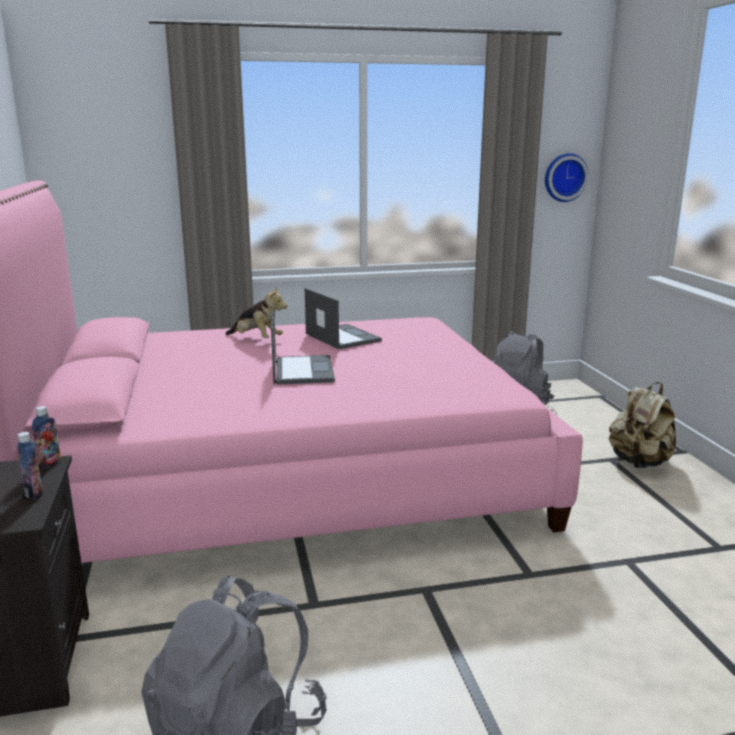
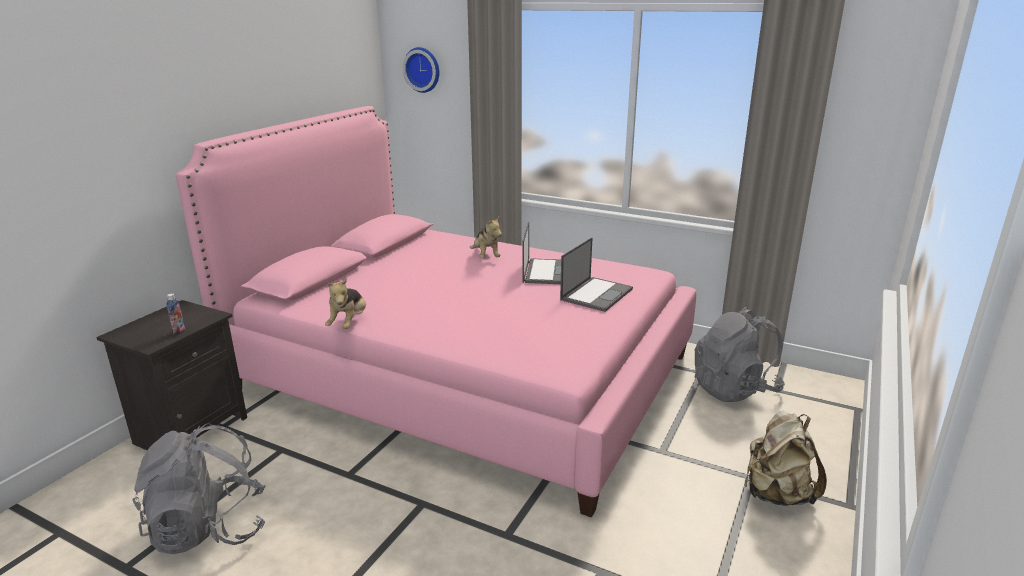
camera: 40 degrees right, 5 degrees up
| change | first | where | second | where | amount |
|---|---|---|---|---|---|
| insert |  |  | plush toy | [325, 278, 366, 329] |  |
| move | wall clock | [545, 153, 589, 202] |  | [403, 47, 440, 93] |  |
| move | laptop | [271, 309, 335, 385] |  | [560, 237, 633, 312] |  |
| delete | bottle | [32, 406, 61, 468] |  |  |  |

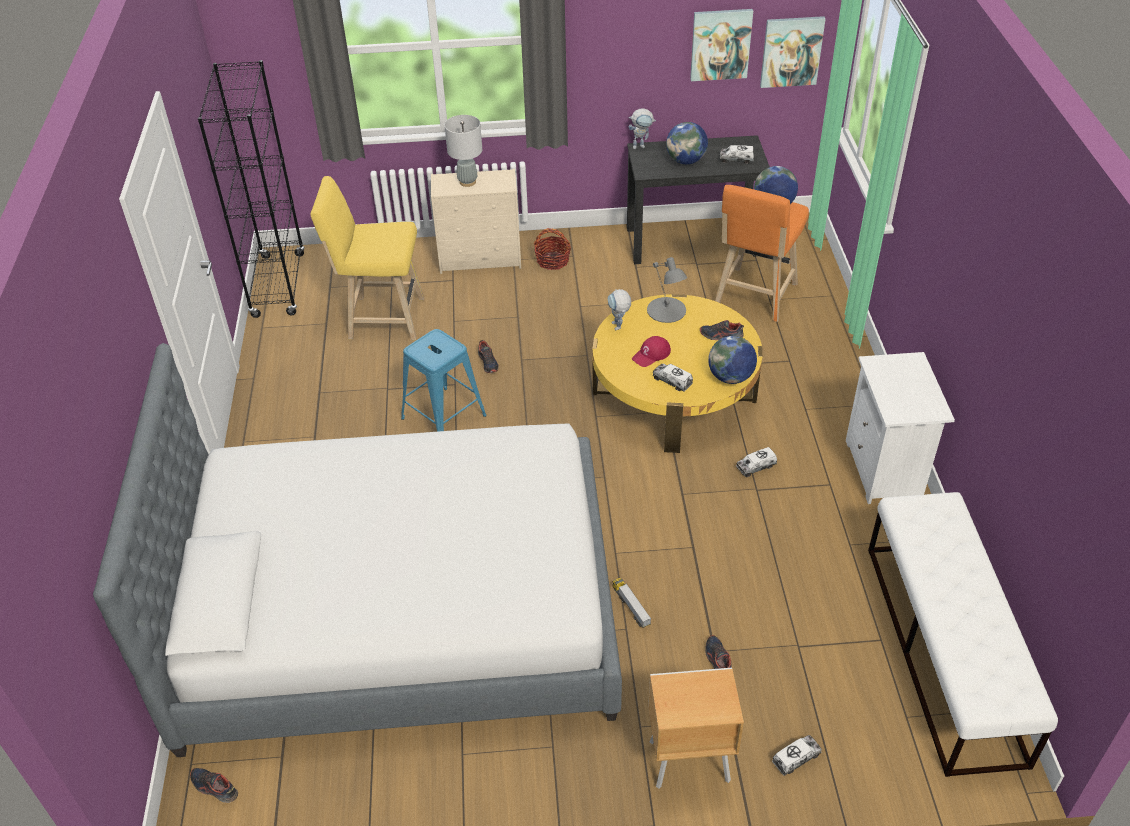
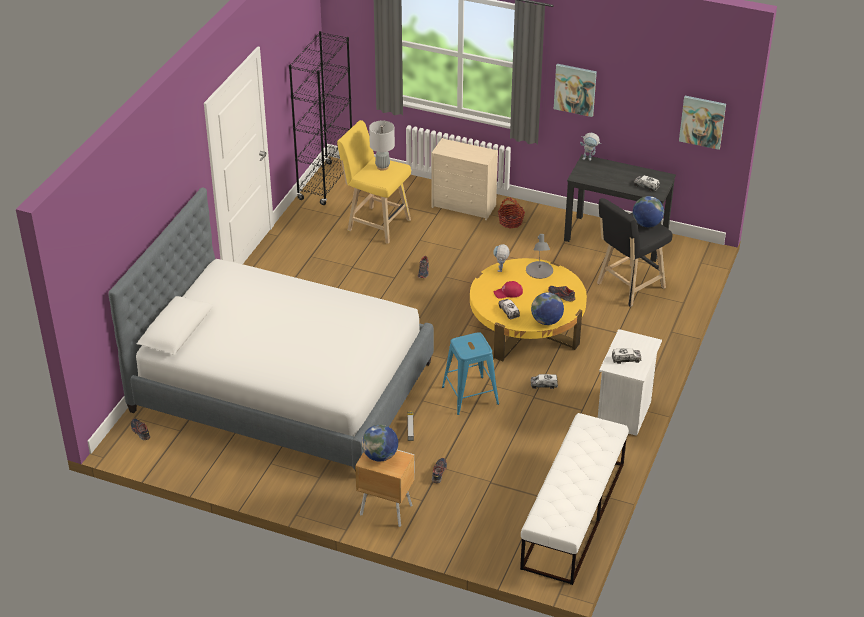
camera: 25 degrees right, 5 degrees down
| change | first | where | second | where | amount |
|---|---|---|---|---|---|
| move | globe | [666, 122, 708, 164] |  | [362, 425, 398, 461] |  |
| move | grey table lamp | [445, 115, 482, 187] |  | [369, 120, 395, 171] |  |
| move | blue stool | [401, 329, 487, 432] |  | [442, 332, 499, 415] |  |
| move | picture | [690, 9, 753, 81] |  | [554, 64, 597, 117] |  |
| recolor | orange stool | [715, 185, 809, 322] | black stool | [597, 198, 672, 307] |  |
| move | toy truck | [772, 735, 822, 776] |  | [612, 348, 641, 364] |  |

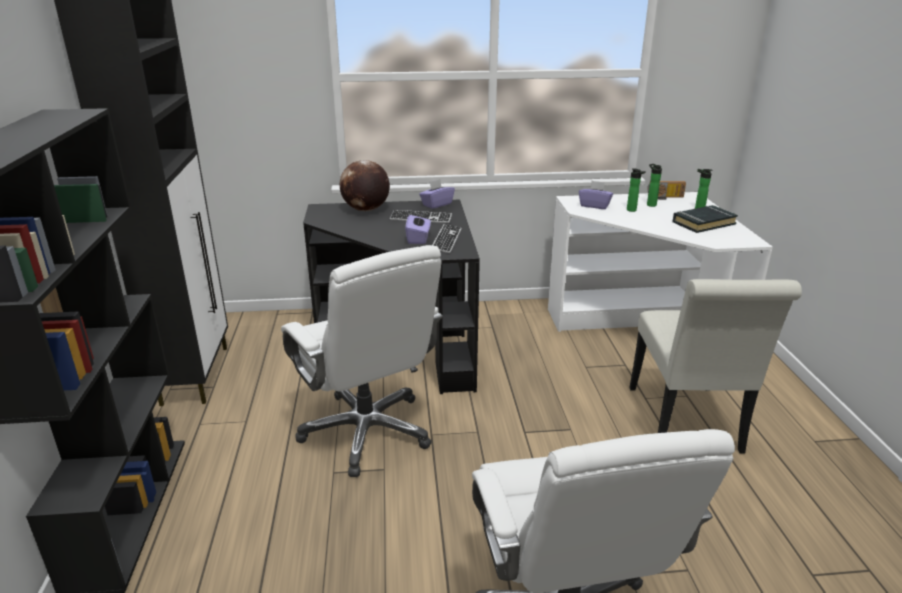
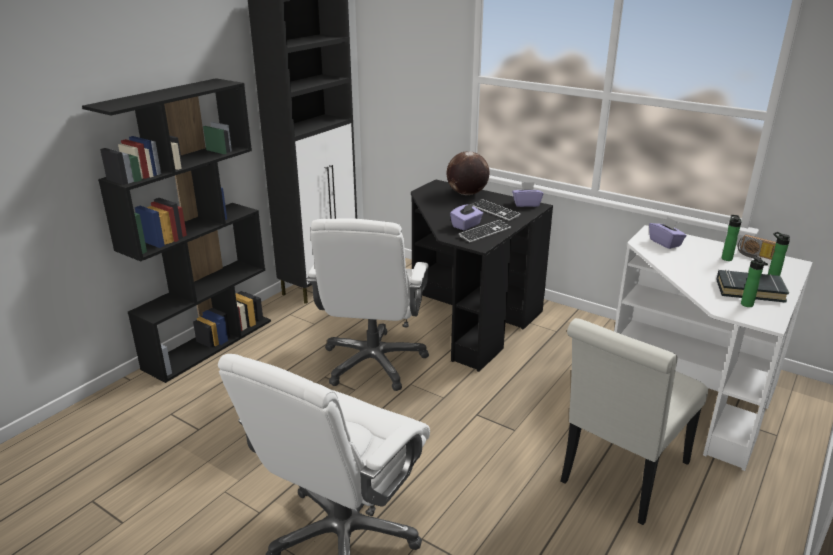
camera: 40 degrees right, 0 degrees up
| change | first | where | second | where | amount |
|---|---|---|---|---|---|
| move | bottle | [627, 169, 646, 212] |  | [741, 256, 768, 307] |  |

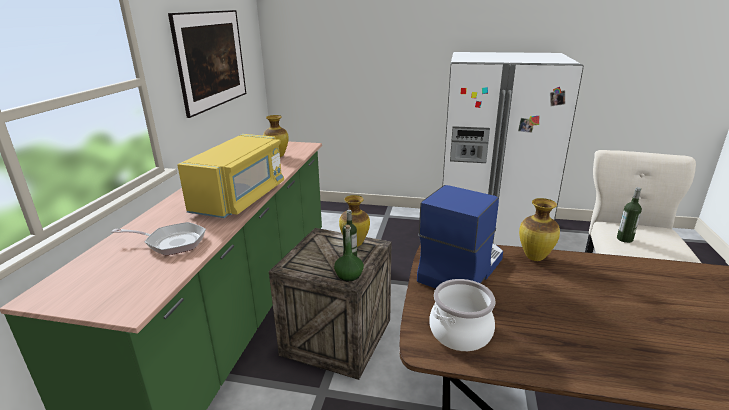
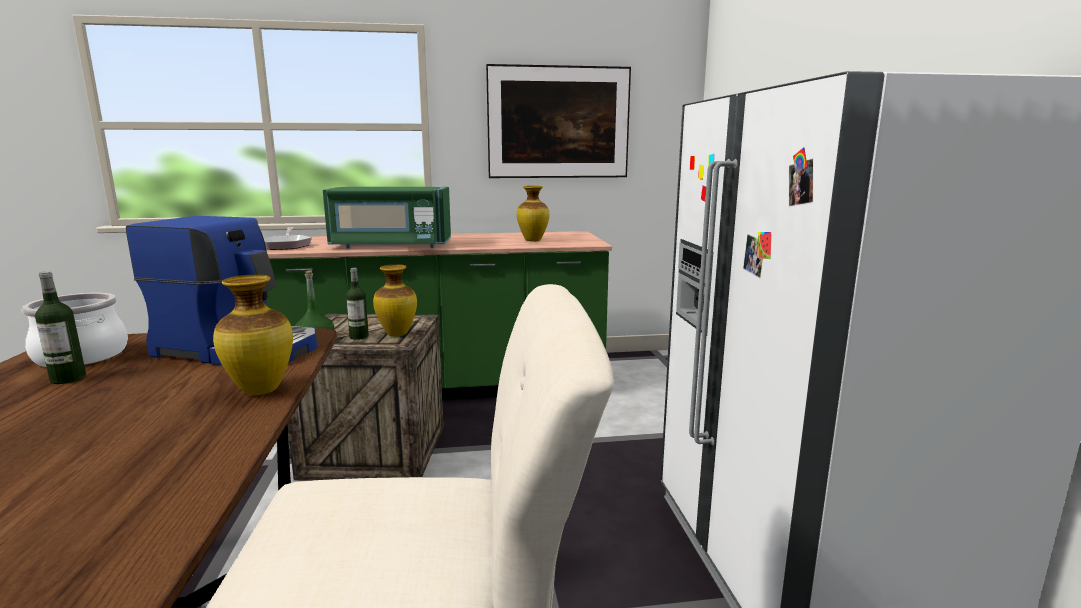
camera: 70 degrees right, 10 degrees down
| change | first | where | second | where | amount |
|---|---|---|---|---|---|
| move | bottle | [617, 187, 642, 243] |  | [35, 271, 86, 384] |  |
| recolor | yellow microwave | [177, 134, 284, 218] | green microwave | [323, 187, 451, 248] |  |

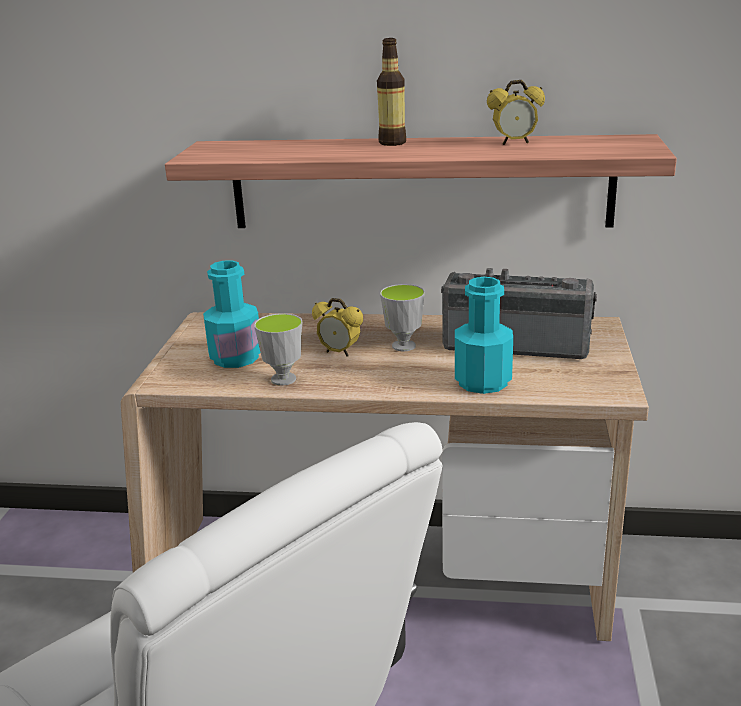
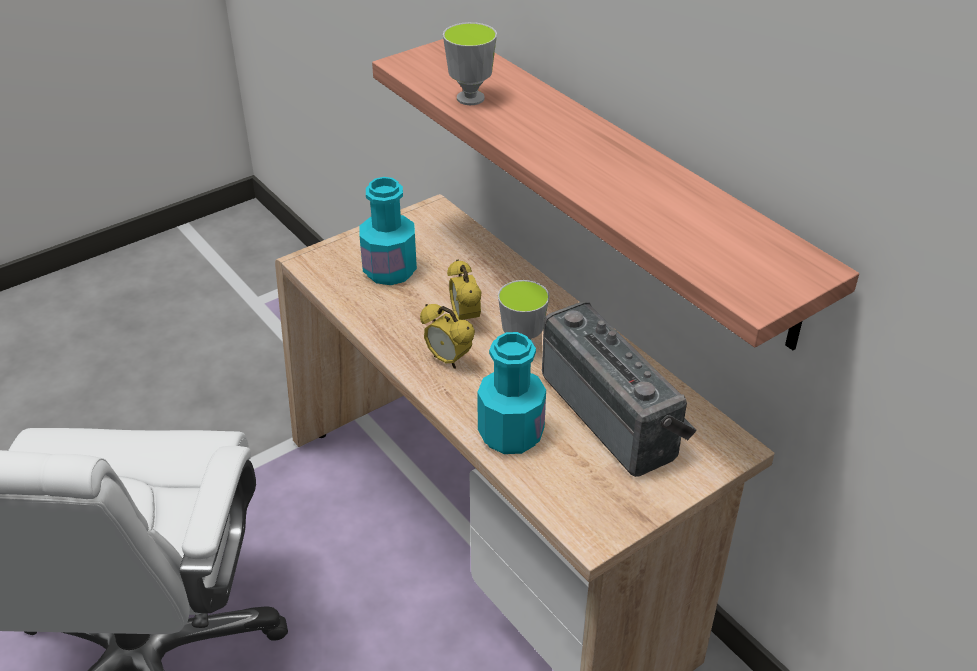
camera: 45 degrees right, 15 degrees up
| change | first | where | second | where | amount |
|---|---|---|---|---|---|
| move | alarm clock | [487, 80, 545, 145] |  | [420, 304, 475, 369] |  |
| move | cup | [254, 313, 303, 386] |  | [443, 22, 497, 105] |  |
| delete | bottle | [377, 38, 406, 146] |  |  |  |

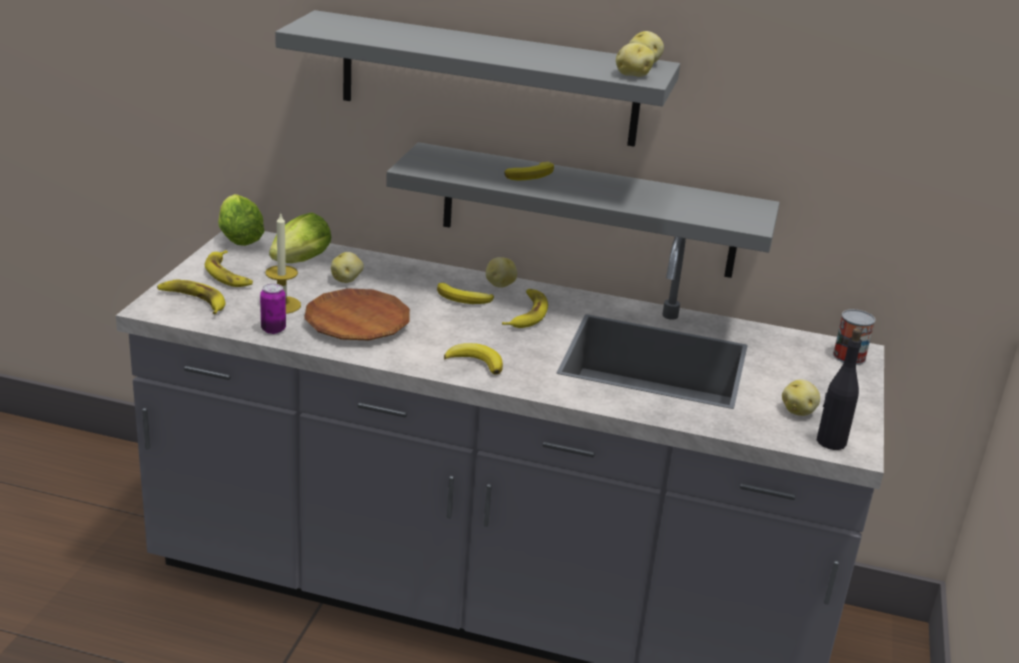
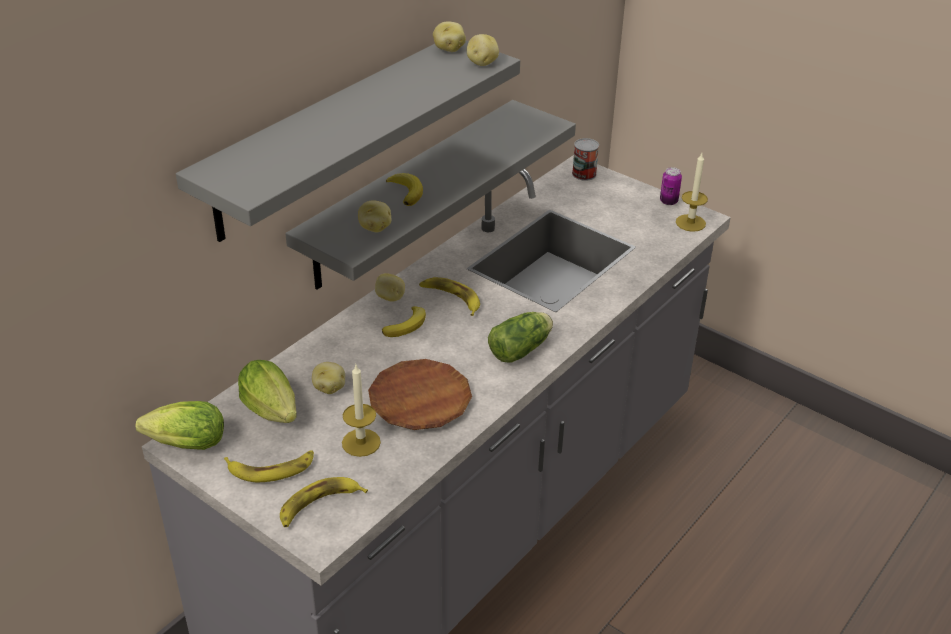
camera: 65 degrees left, 10 degrees up
| change | first | where | second | where | amount |
|---|---|---|---|---|---|
| move | potato | [782, 379, 820, 416] |  | [358, 201, 391, 232] |  |
| replace | banana | [444, 343, 503, 375] | lettuce | [488, 312, 553, 363] |  |
| move | can | [260, 283, 286, 334] |  | [660, 167, 682, 205] |  |
| replace | black bottle | [817, 328, 862, 450] | candle | [676, 153, 708, 232] |  |

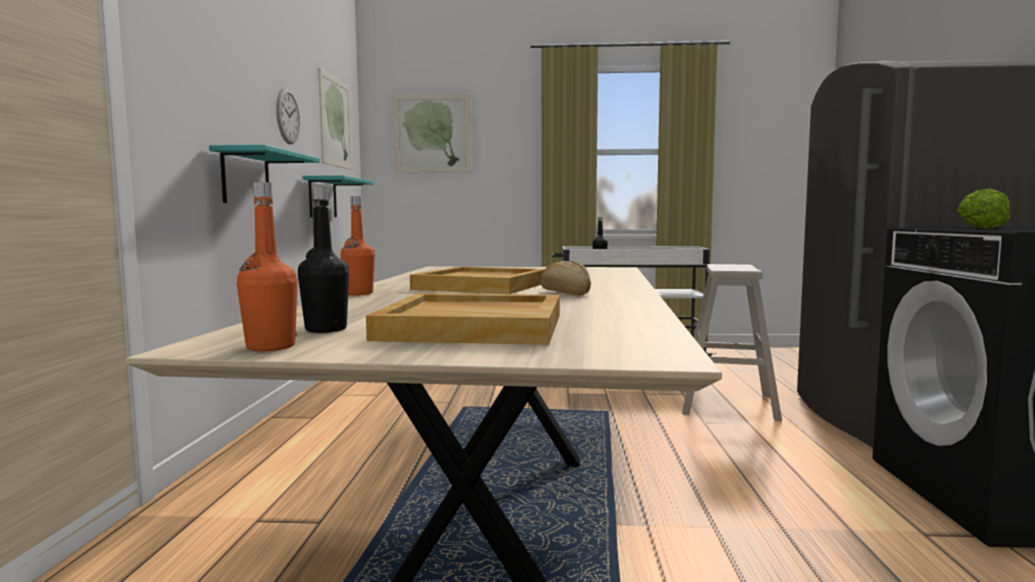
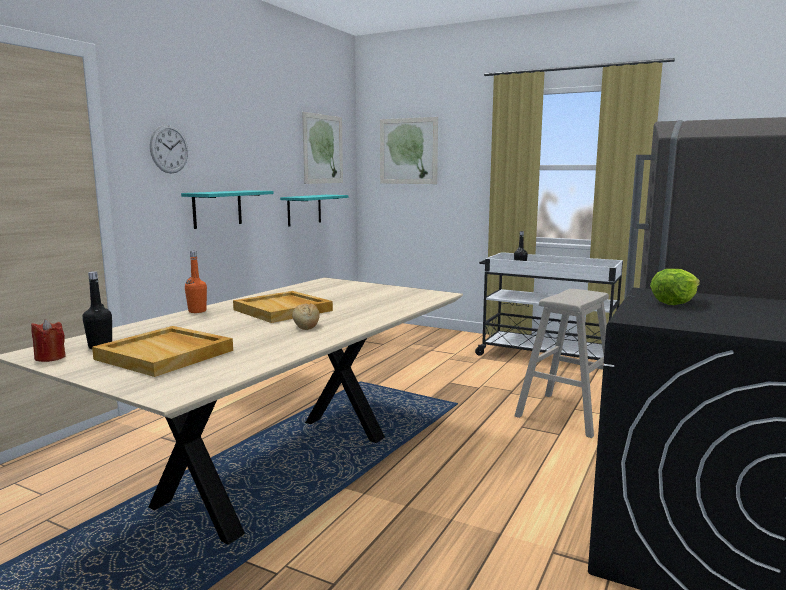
camera: 25 degrees right, 5 degrees up
| change | first | where | second | where | amount |
|---|---|---|---|---|---|
| replace | orange bottle | [237, 182, 298, 351] | red candle | [31, 319, 66, 362] |  |
| move | wall clock | [276, 88, 300, 144] |  | [150, 125, 188, 174] |  |

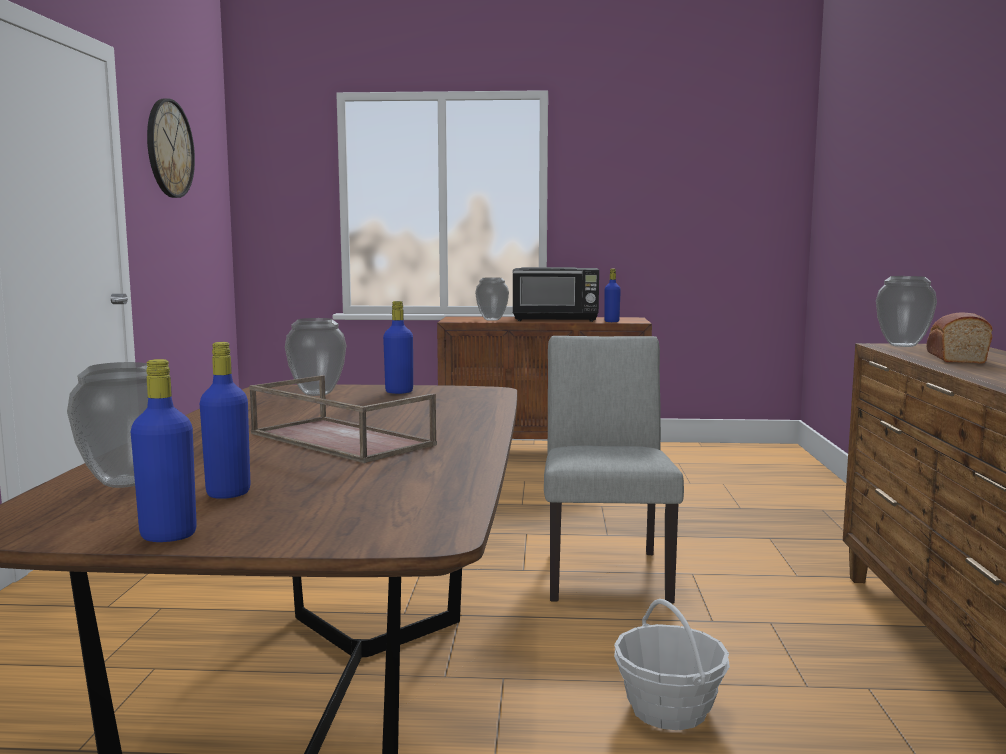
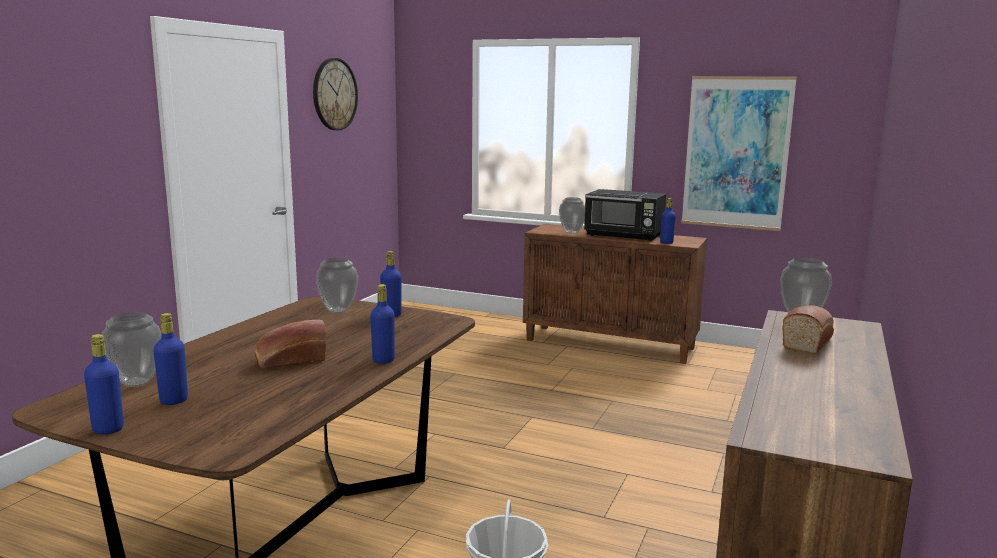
camera: 20 degrees right, 5 degrees up
| change | first | where | second | where | amount |
|---|---|---|---|---|---|
| replace | brown tray | [249, 375, 437, 463] | bread | [255, 320, 326, 368] |  |
| insert |  |  | blue bottle | [371, 284, 395, 364] |  |
| insert |  |  | picture | [681, 76, 797, 231] |  |
| delete | grey chair | [544, 336, 684, 603] |  |  |  |

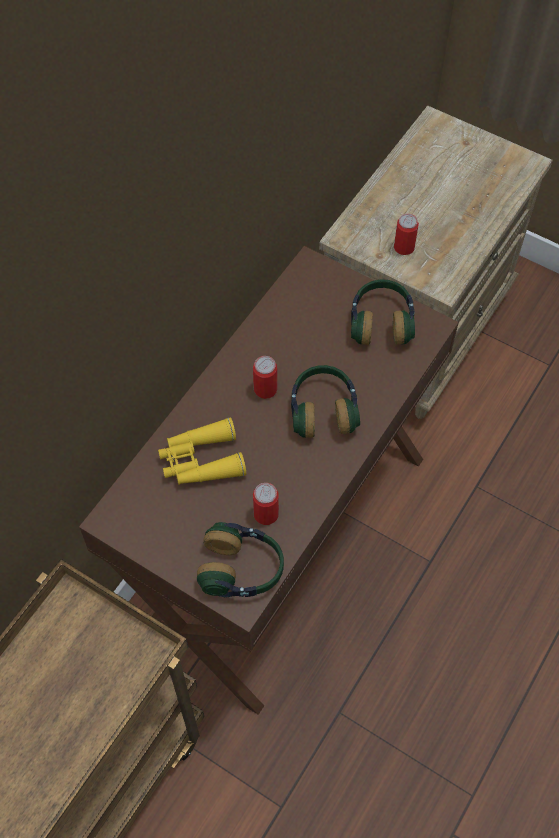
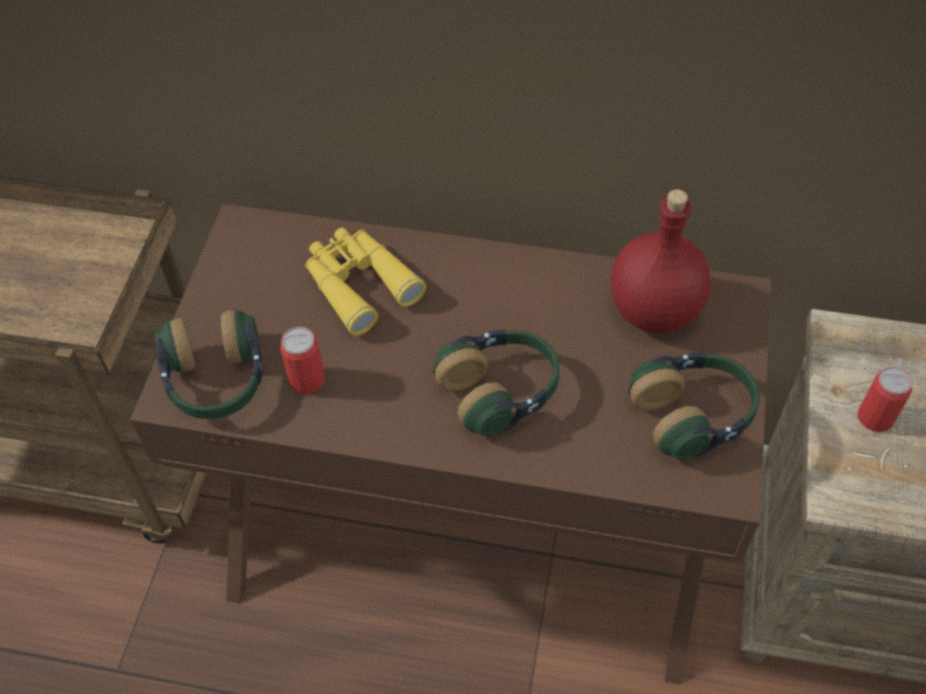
camera: 70 degrees right, 5 degrees down
| change | first | where | second | where | amount |
|---|---|---|---|---|---|
| insert |  |  | red bottle | [611, 189, 711, 333] |  |
| delete | can | [253, 356, 277, 399] |  |  |  |

